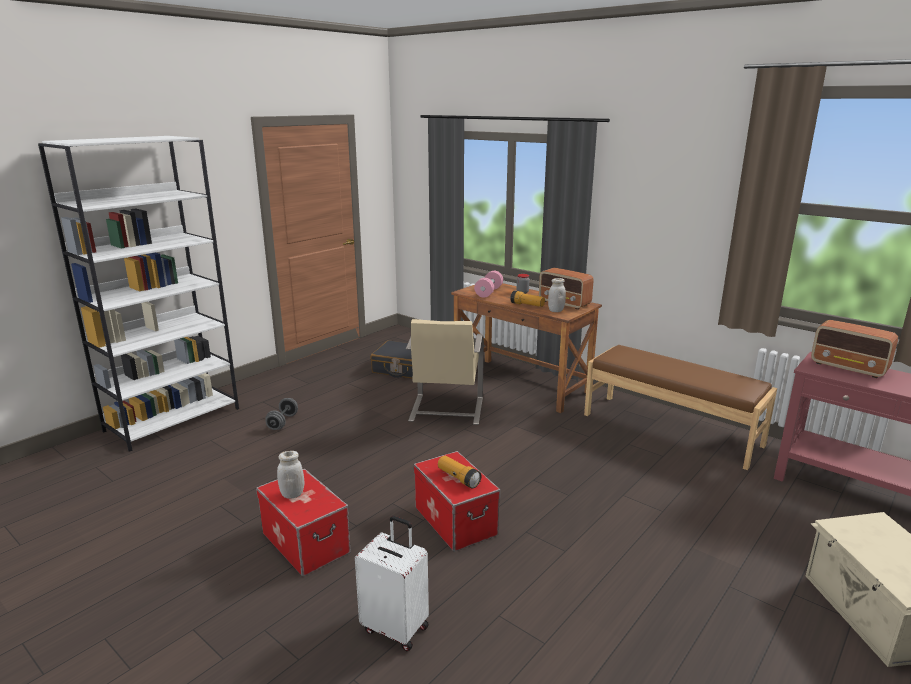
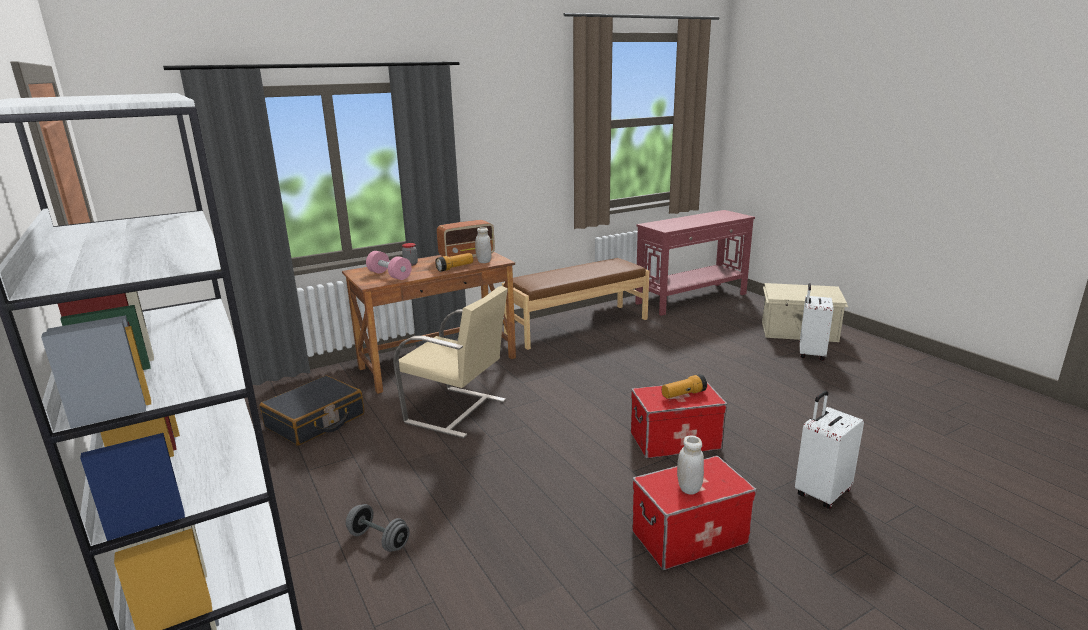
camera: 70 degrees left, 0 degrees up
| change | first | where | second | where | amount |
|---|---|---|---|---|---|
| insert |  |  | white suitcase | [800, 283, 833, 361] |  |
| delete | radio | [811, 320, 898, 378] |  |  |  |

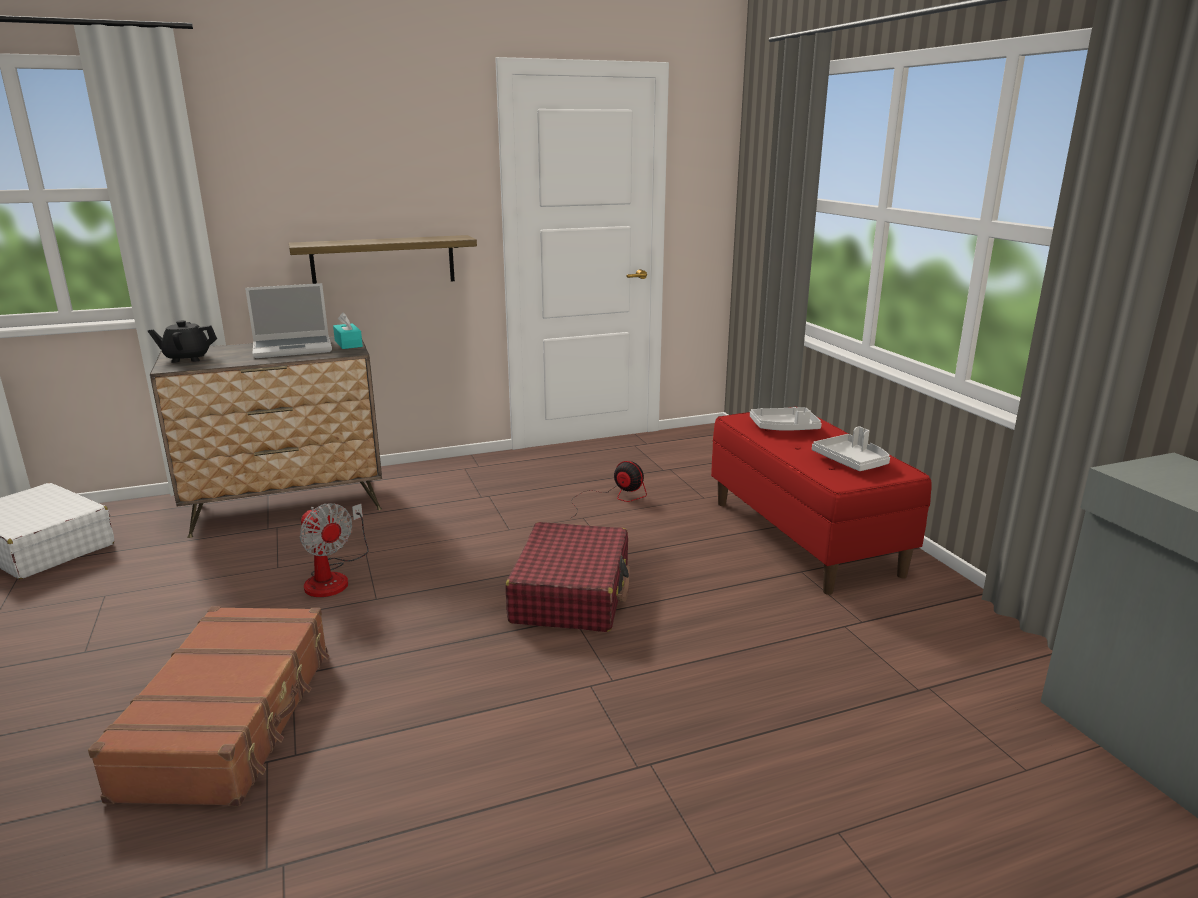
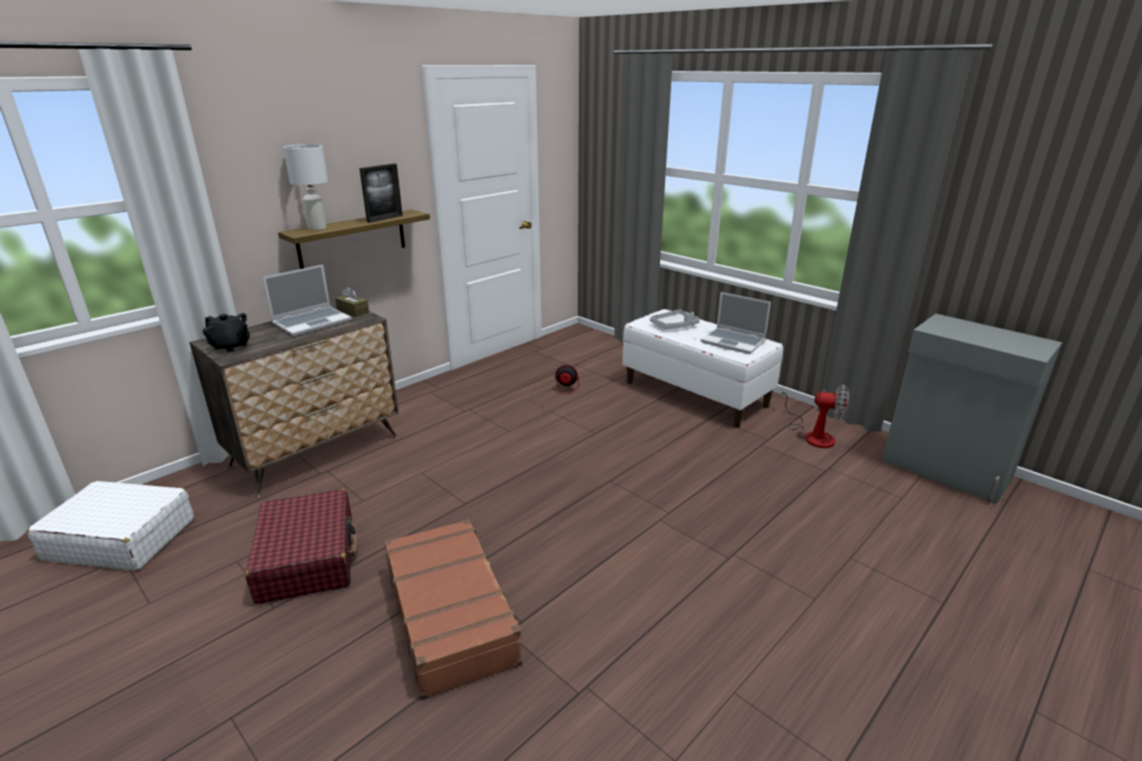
camera: 25 degrees left, 5 degrees up
| change | first | where | second | where | amount |
|---|---|---|---|---|---|
| rotate | black teapot | [148, 320, 217, 363] |  | [203, 313, 250, 352] | 120 degrees counterclockwise |
| move | red suitcase | [506, 522, 630, 632] |  | [245, 489, 358, 604] |  |
| insert |  |  | white table lamp | [283, 144, 328, 230] |  |
| recolor | turquoise tissue box | [333, 312, 363, 349] | brown tissue box | [335, 287, 369, 317] |  |
| insert |  |  | picture frame | [359, 163, 403, 223] |  |
| recolor | red bench | [711, 407, 931, 595] | white bench | [622, 309, 783, 428] |  |
| replace | grey tray | [812, 427, 890, 471] | laptop | [701, 292, 771, 354] |  |
| move | fan | [300, 503, 369, 597] |  | [781, 384, 849, 448] |  |

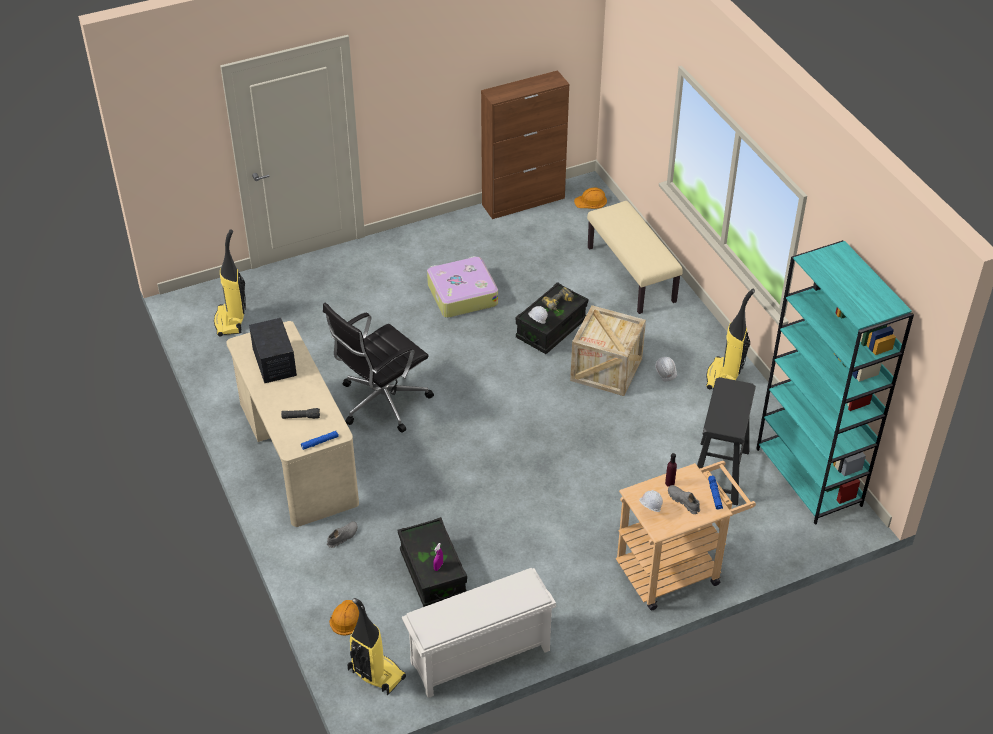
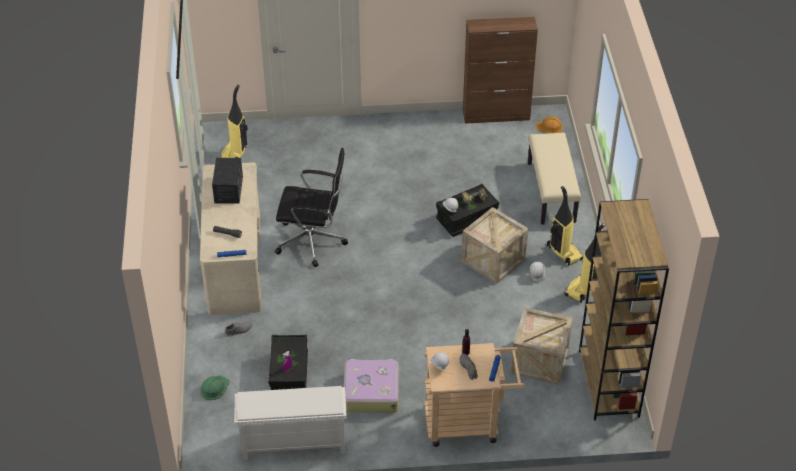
camera: 20 degrees right, 0 degrees up
| change | first | where | second | where | amount |
|---|---|---|---|---|---|
| recolor | orange hard hat | [329, 600, 359, 636] | green hard hat | [200, 375, 230, 400] |  |
| rotate | black office chair | [323, 302, 434, 433] |  | [275, 148, 348, 267] | 150 degrees counterclockwise |
| move | suitcase | [427, 256, 498, 318] |  | [344, 359, 399, 413] |  |
| replace | black stool | [697, 377, 756, 505] | crate | [511, 307, 573, 385] |  |
| move | vacuum cleaner | [347, 598, 406, 695] |  | [547, 186, 583, 266] |  |
| recolor | turquoise bookcase | [756, 240, 914, 525] | brown bookcase | [579, 199, 669, 421] |  |

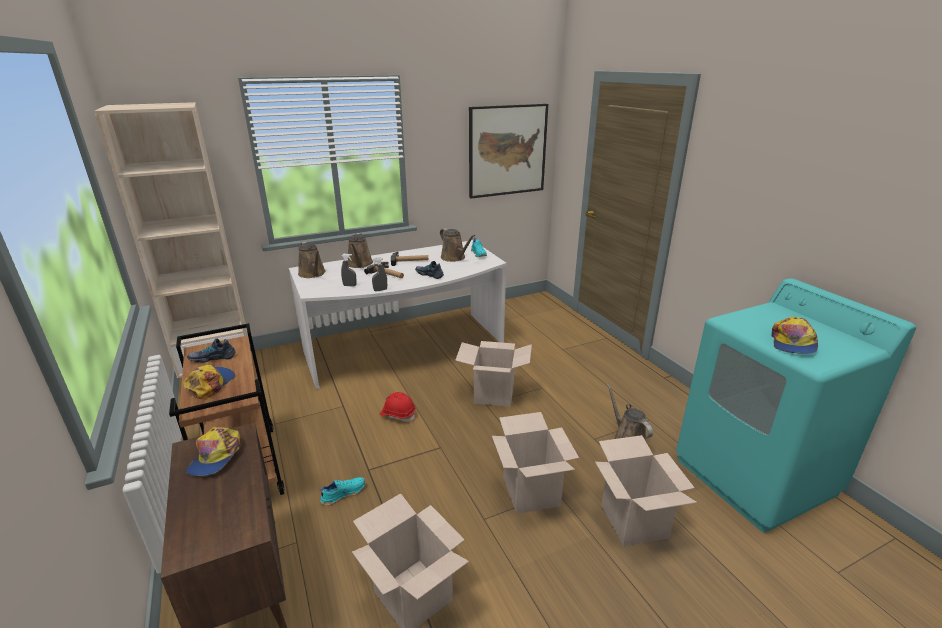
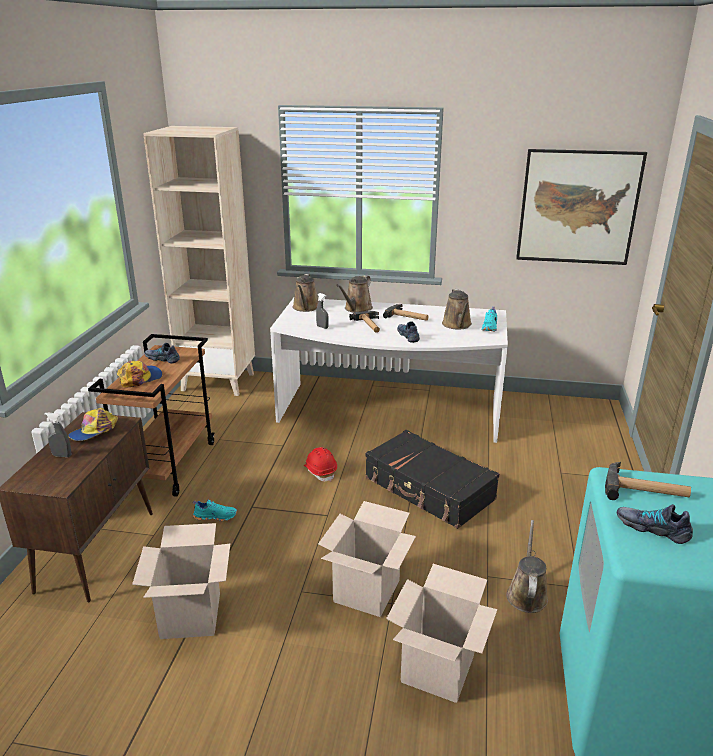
camera: 35 degrees right, 0 degrees up
| change | first | where | second | where | amount |
|---|---|---|---|---|---|
| move | grey spray bottle | [372, 257, 387, 291] |  | [44, 412, 71, 457] |  |
| replace | cardboard box | [455, 341, 532, 407] | black suitcase | [365, 430, 499, 529] |  |
| insert |  |  | hammer | [605, 462, 691, 500] |  |
| replace | cap | [771, 317, 818, 354] | shoe | [617, 504, 693, 544] |  |

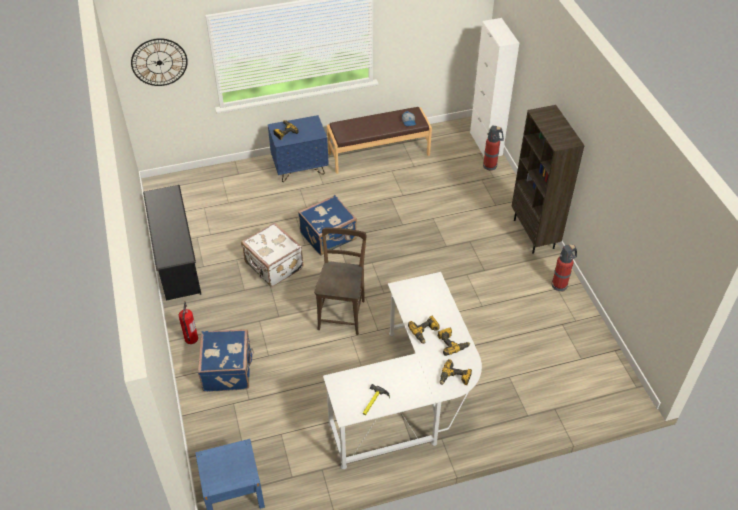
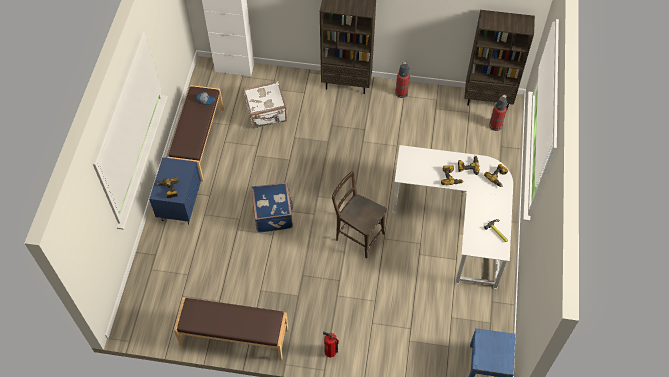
camera: 65 degrees left, 10 degrees up
| change | first | where | second | where | amount |
|---|---|---|---|---|---|
| replace | black shoe rack | [143, 185, 201, 301] | brown bench | [174, 298, 288, 361] |  |
| move | white suitcase | [241, 222, 304, 287] |  | [243, 81, 287, 129] |  |
| insert |  |  | brown bookcase | [464, 10, 535, 109] |  |
| move | fire extinguisher | [483, 125, 504, 171] |  | [489, 94, 508, 131] |  |
| delete | wall clock | [131, 38, 188, 86] |  |  |  |
| delete | blue suitcase | [198, 329, 254, 392] |  |  |  |

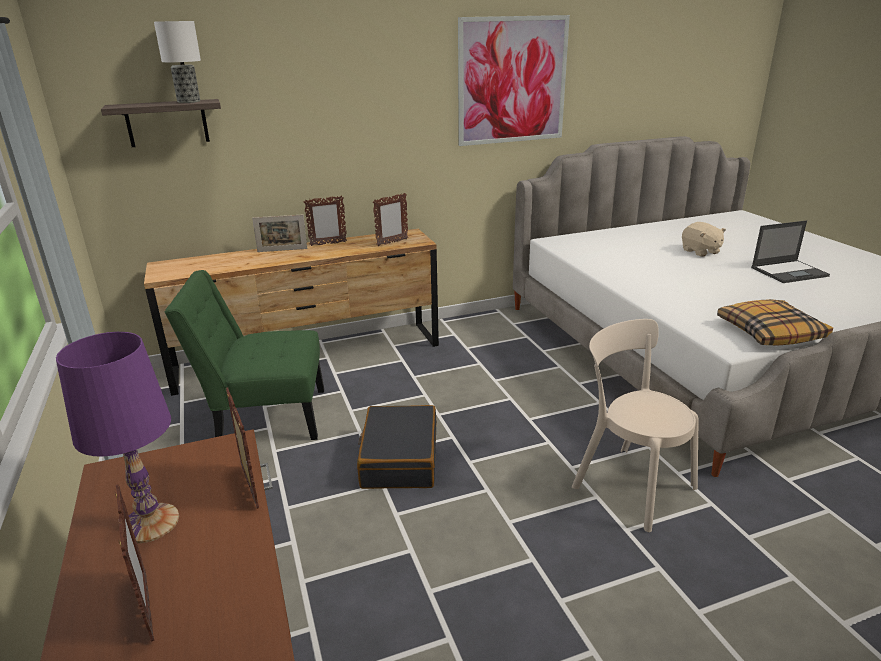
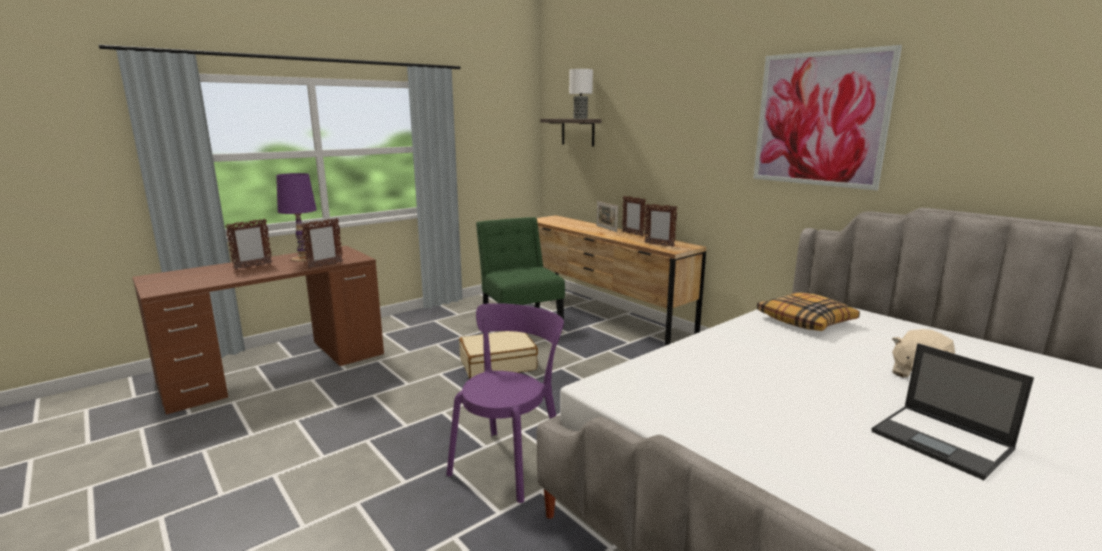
camera: 70 degrees right, 10 degrees down
| change | first | where | second | where | amount |
|---|---|---|---|---|---|
| recolor | beige chair | [572, 319, 699, 532] | purple chair | [446, 303, 564, 503] |  |
| recolor | black suitcase | [357, 405, 437, 489] | beige suitcase | [459, 331, 538, 379] |  |
| move | pillow | [717, 299, 833, 346] |  | [757, 292, 860, 331] |  |

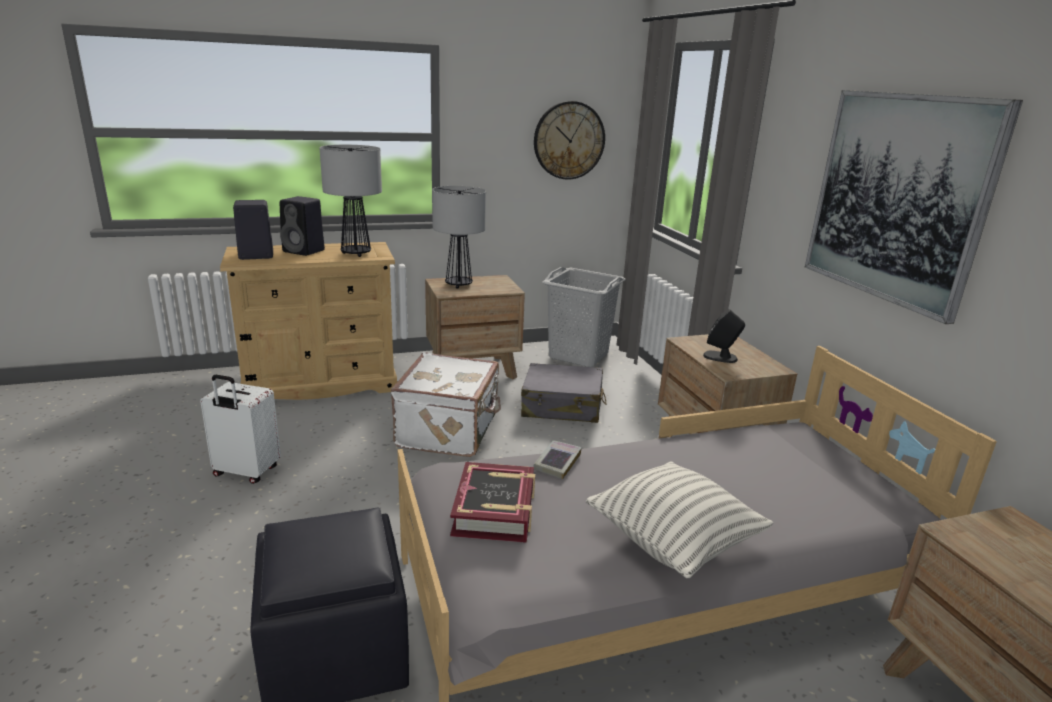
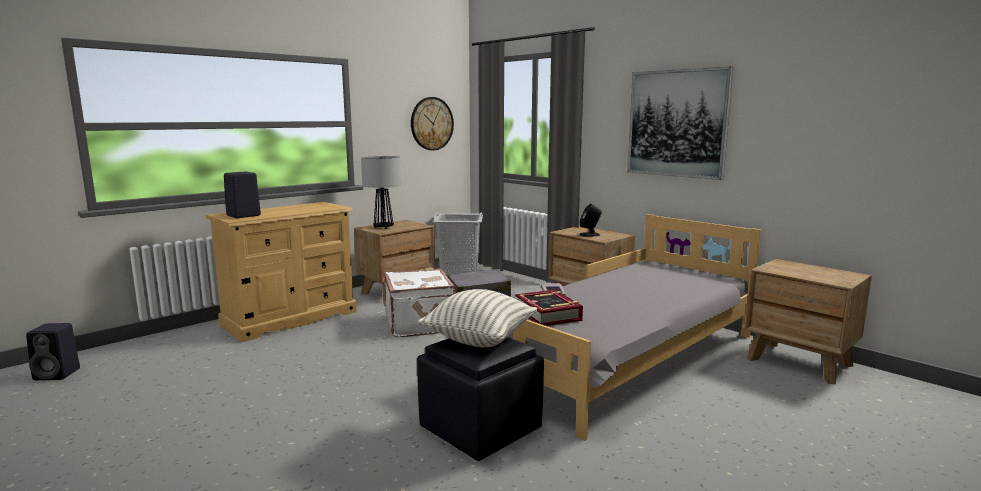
camera: 25 degrees left, 10 degrees down
| change | first | where | second | where | amount |
|---|---|---|---|---|---|
| move | black speaker | [280, 196, 325, 256] |  | [26, 323, 80, 380] |  |
| move | pillow | [586, 461, 773, 578] |  | [418, 289, 537, 347] |  |
| delete | white suitcase | [200, 375, 281, 484] |  |  |  |
| delete | table lamp | [320, 145, 382, 257] |  |  |  |

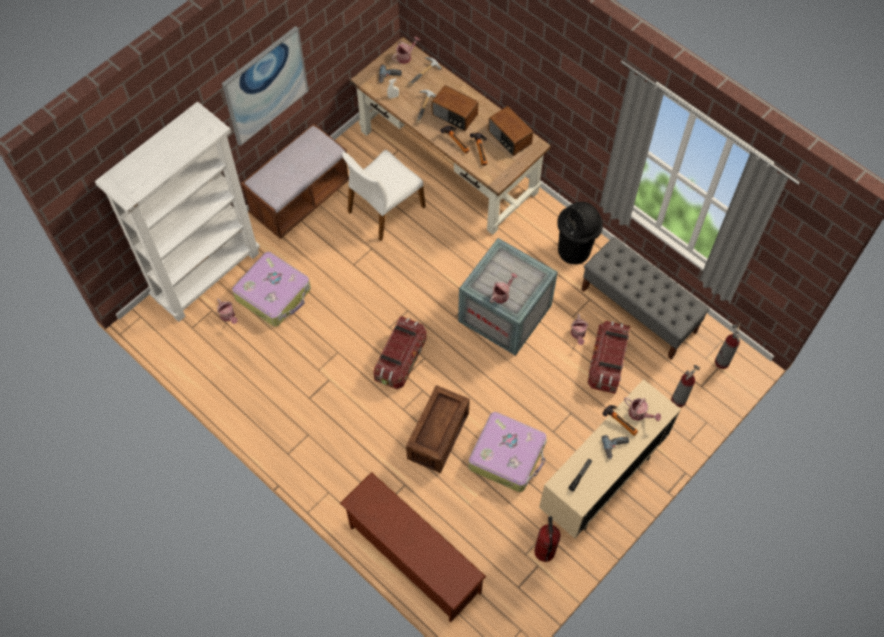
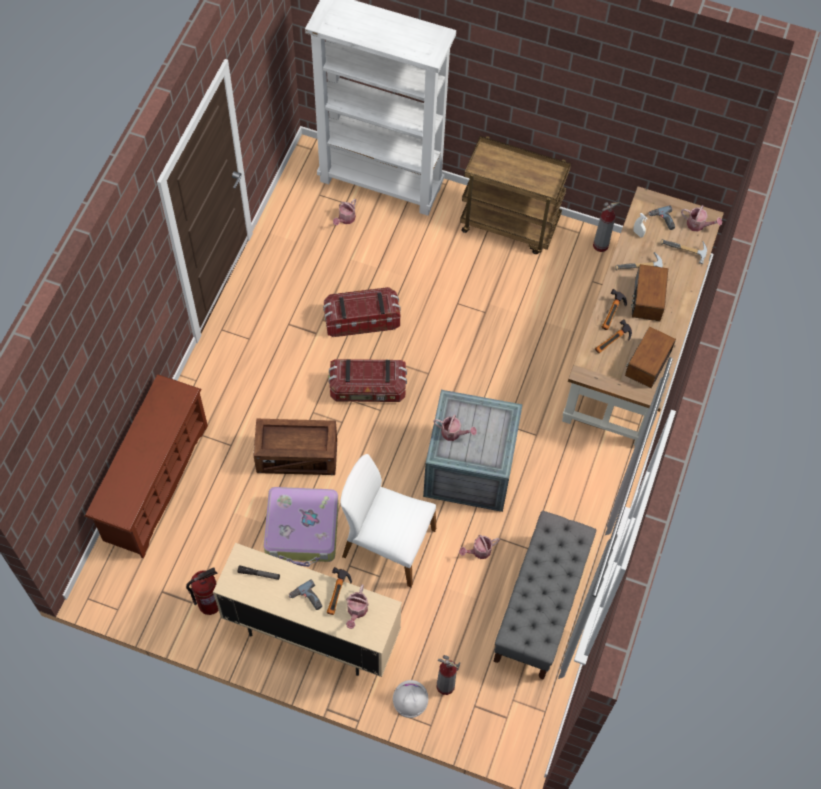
camera: 65 degrees right, 0 degrees up
| change | first | where | second | where | amount |
|---|---|---|---|---|---|
| move | storage box | [588, 321, 630, 394] |  | [323, 287, 401, 337] |  |
| move | white chair | [342, 150, 426, 241] |  | [341, 454, 436, 588] |  |
| insert |  |  | white hard hat | [393, 680, 428, 718] |  |
| replace | brown bench | [241, 124, 349, 239] | brown cart | [460, 136, 571, 254] |  |
| move | fire extinguisher | [715, 323, 740, 369] |  | [593, 200, 621, 252] |  |
| delete | picture | [222, 26, 309, 146] |  |  |  |
| delete | suitcase | [232, 252, 311, 327] |  |  |  |
| delete | black trash can | [557, 202, 603, 264] |  |  |  |

